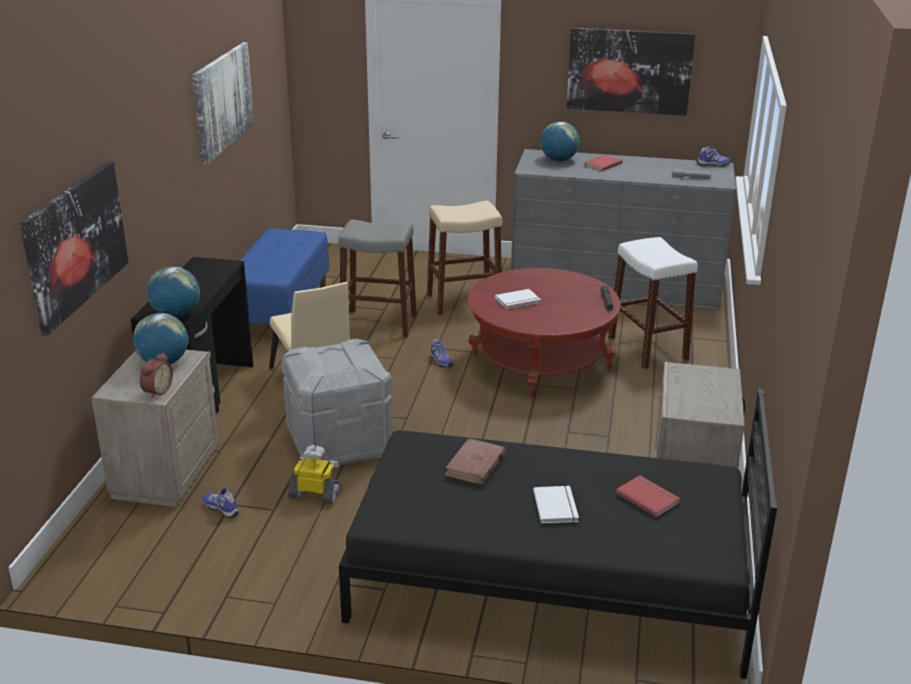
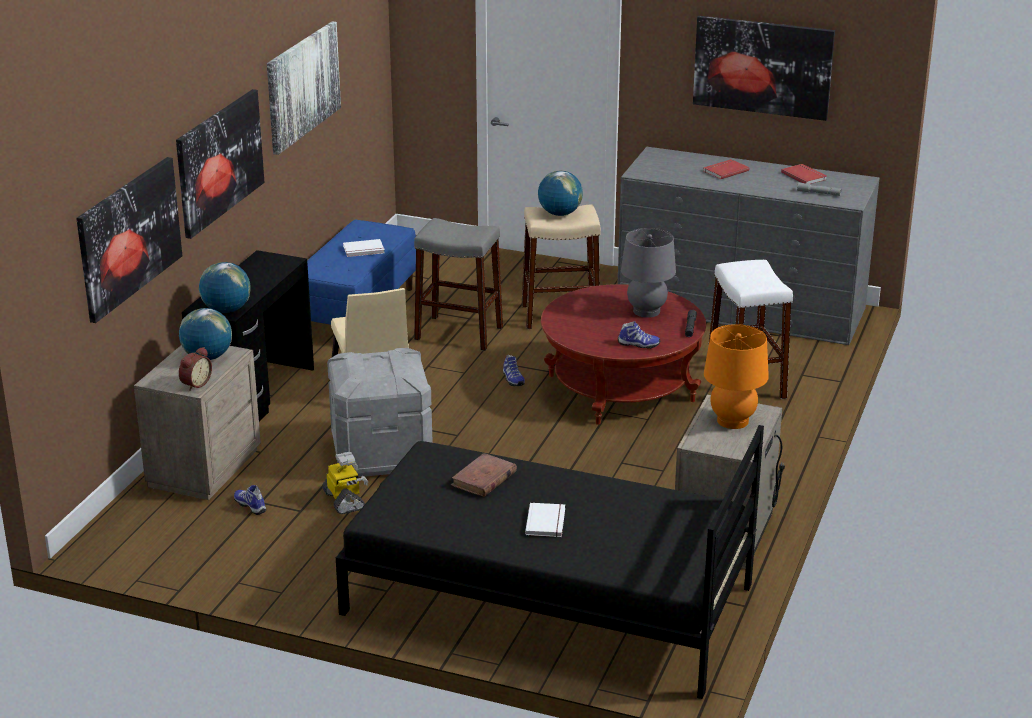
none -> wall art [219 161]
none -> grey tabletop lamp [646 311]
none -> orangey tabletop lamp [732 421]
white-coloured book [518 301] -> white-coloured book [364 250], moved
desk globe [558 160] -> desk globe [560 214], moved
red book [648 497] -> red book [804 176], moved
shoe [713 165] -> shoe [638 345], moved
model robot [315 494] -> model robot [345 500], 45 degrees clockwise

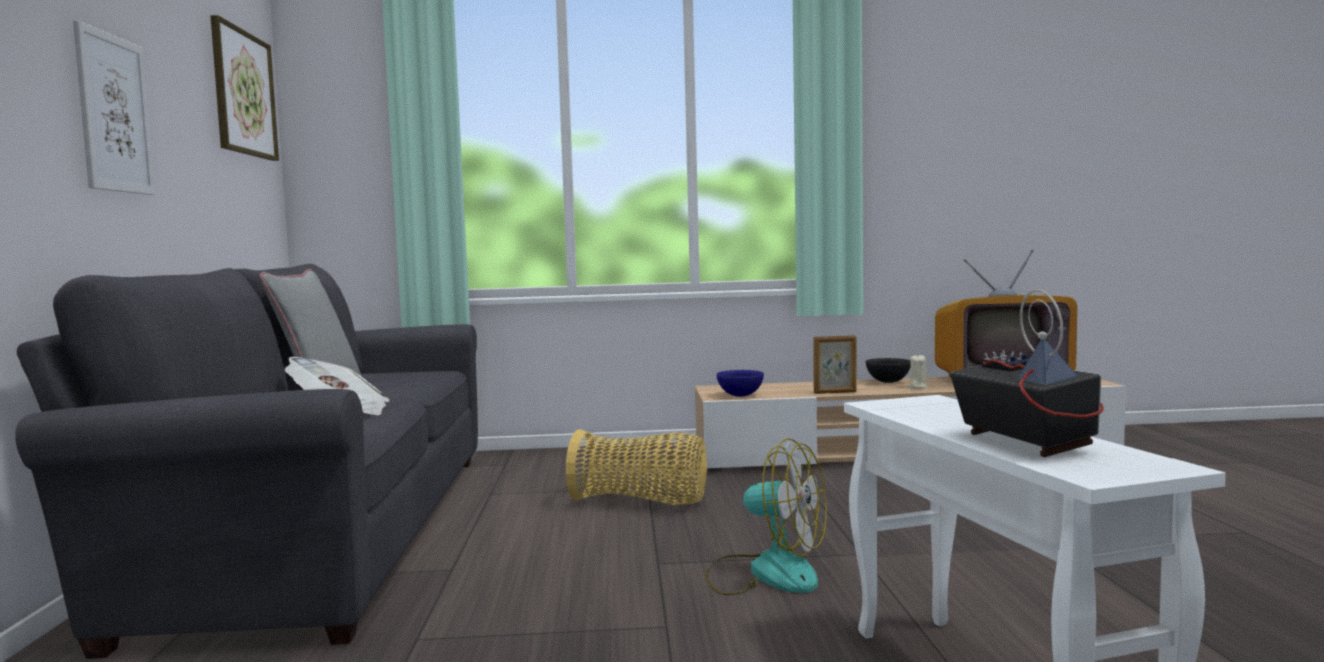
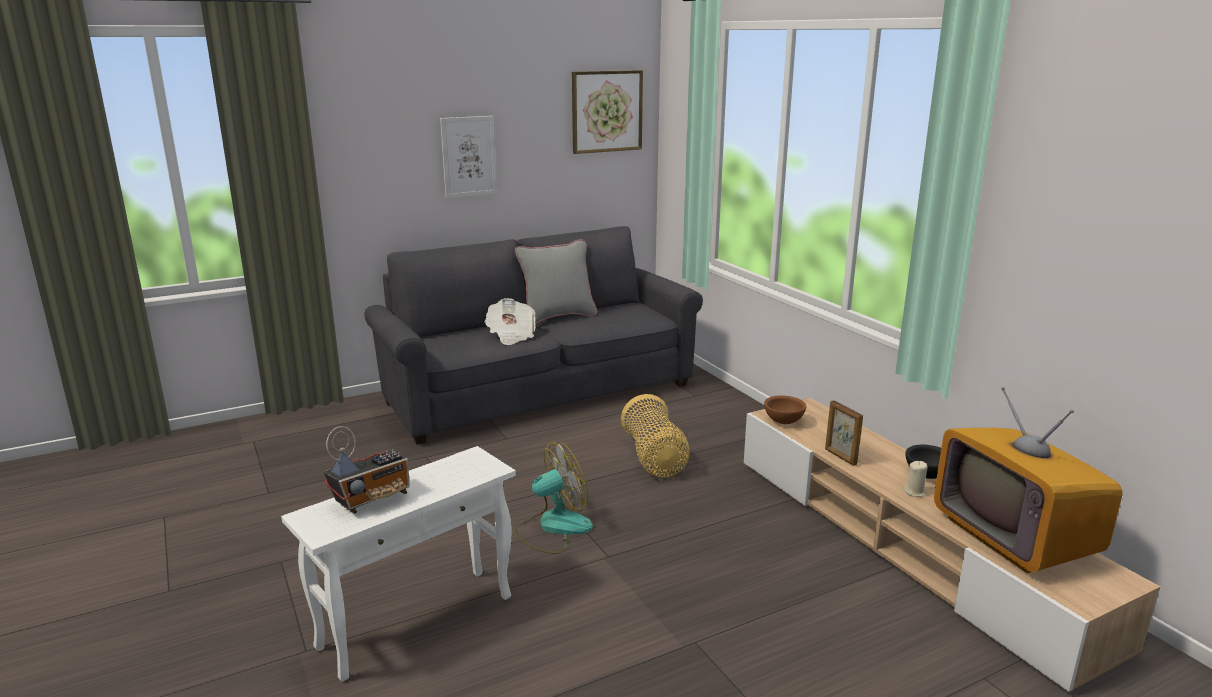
blue-coloured bowl [741 395] -> brown-coloured bowl [783 422]
cooling fan [766 573] -> cooling fan [553 528], 120 degrees counterclockwise

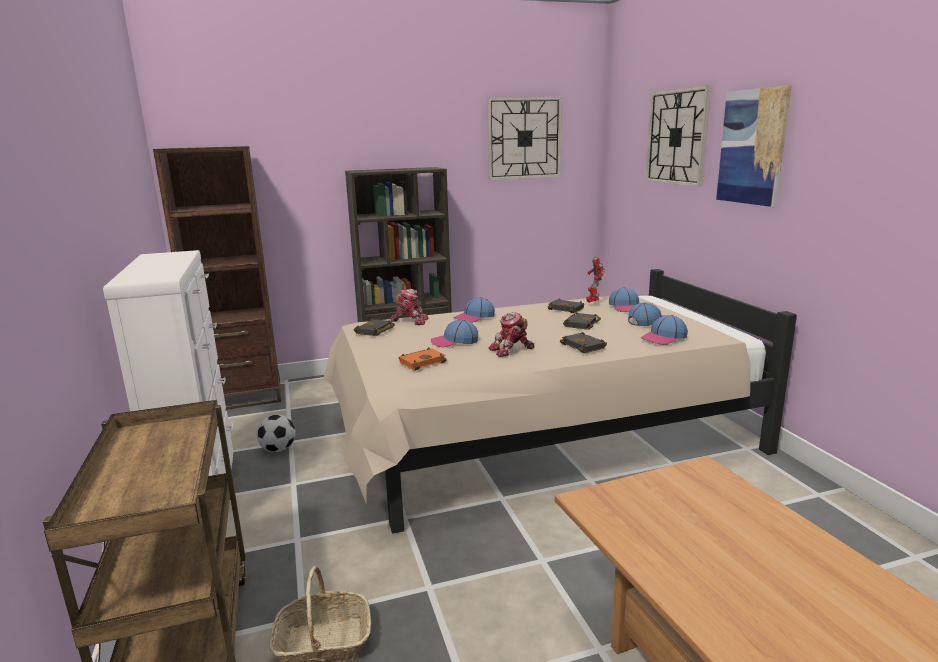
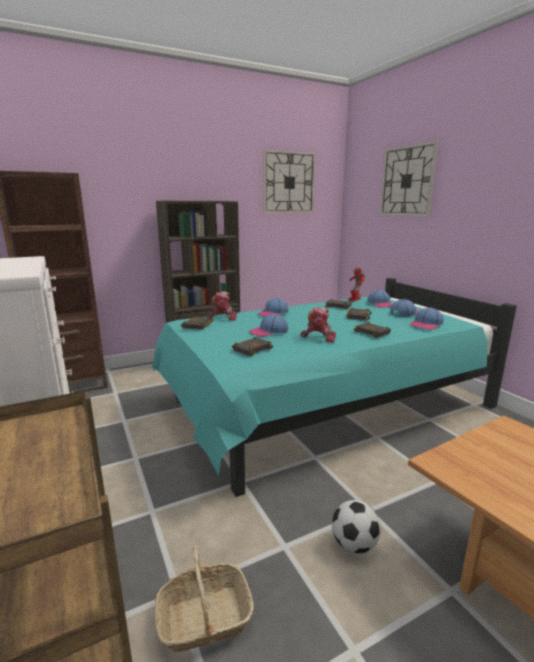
wall art [752 147] -> none
football [278 449] -> football [354 545], moved
beige bed [537 438] -> turquoise-coloured bed [323 406]
orangey book [422 362] -> black book [252 349]
model robot [511 350] -> model robot [319 337], 135 degrees counterclockwise

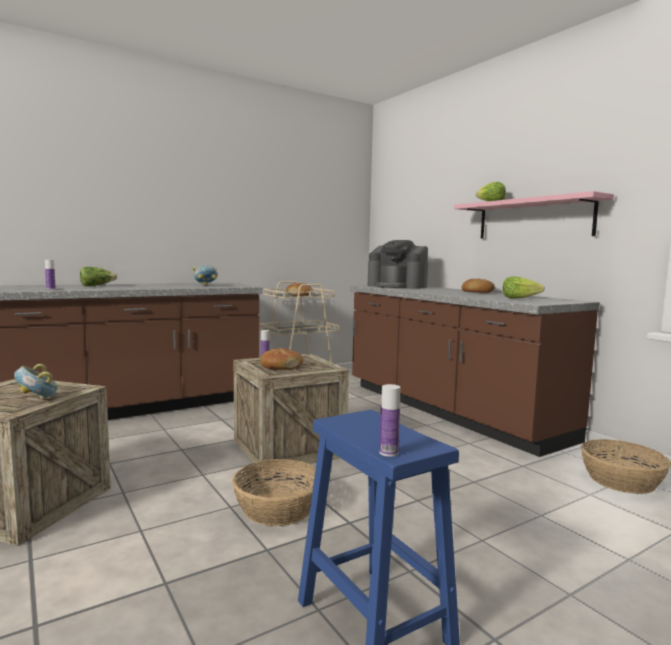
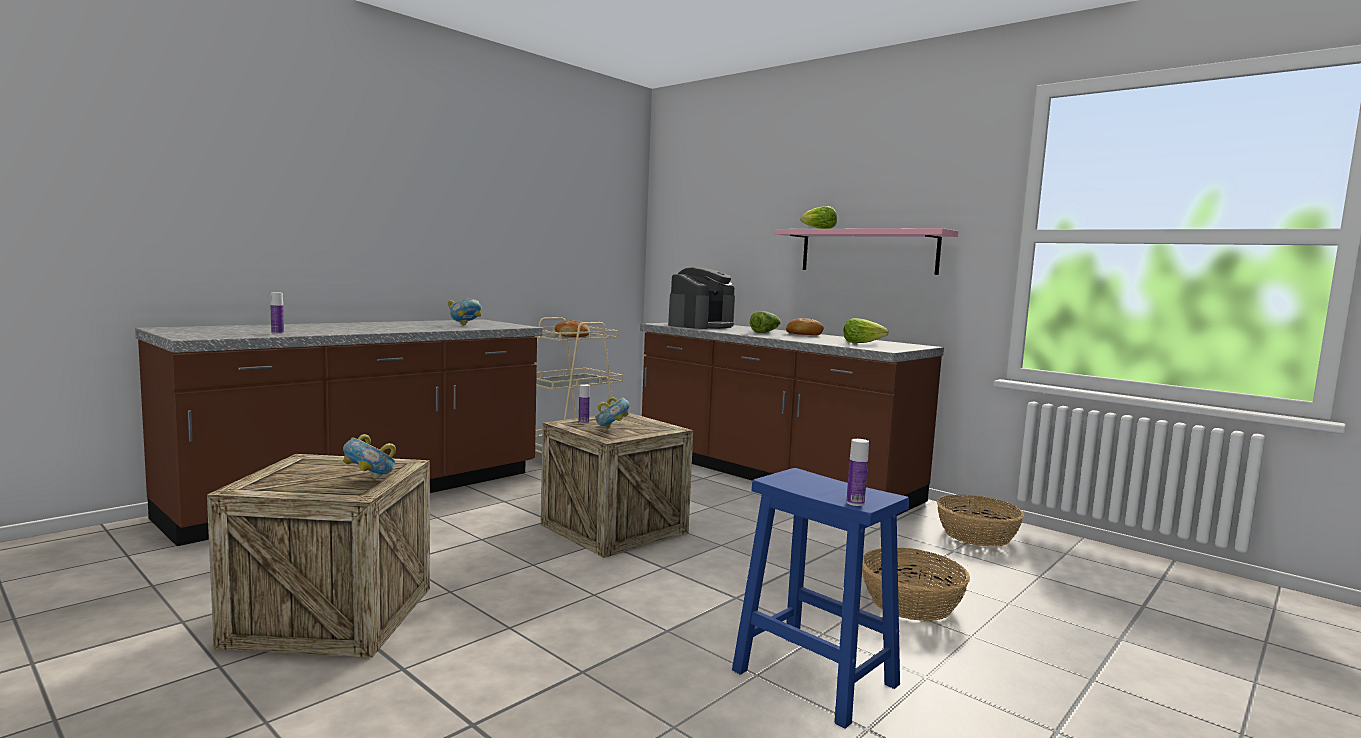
head of lettuce [97 286] -> head of lettuce [765 332], moved
storage basket [277 508] -> storage basket [910 603], moved
bakery bread [280 366] -> bowl [611 429]
coffee machine [398 286] -> coffee machine [701 326], 75 degrees counterclockwise

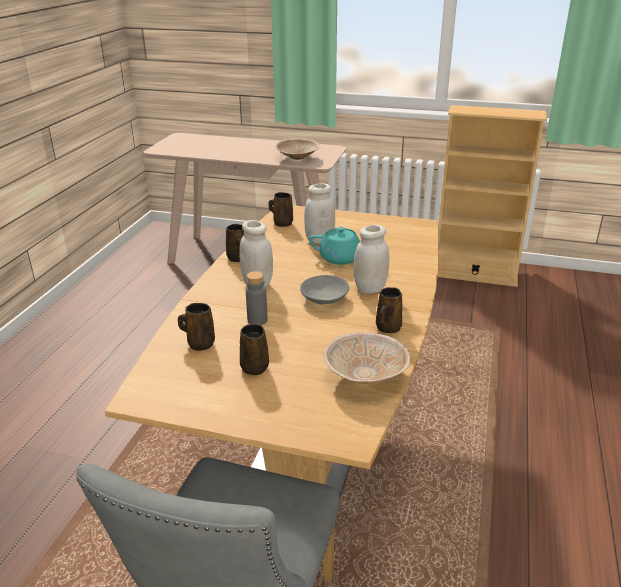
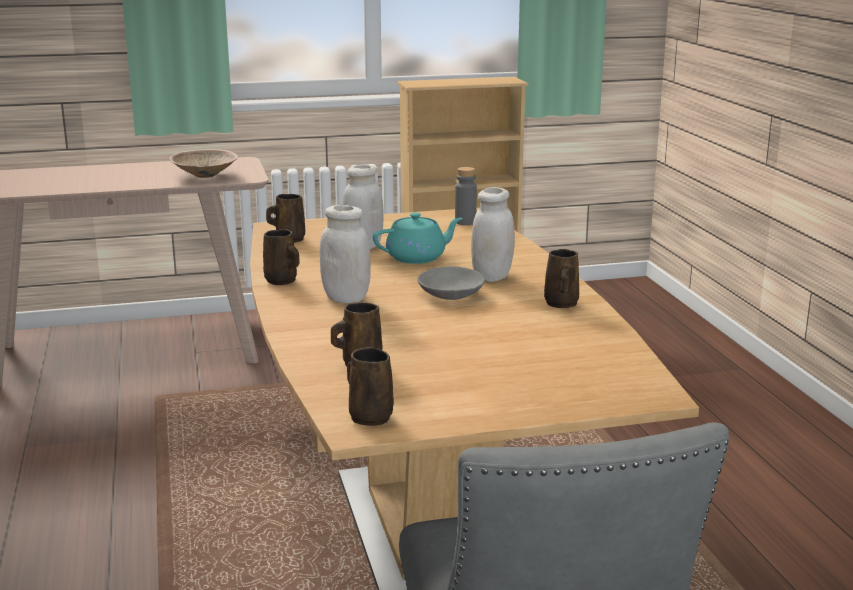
beige bowl [366 374] -> none
brown-coloured mug [254 366] -> brown-coloured mug [369 416], moved
grey beverage bottle [257 320] -> grey beverage bottle [465 222], moved

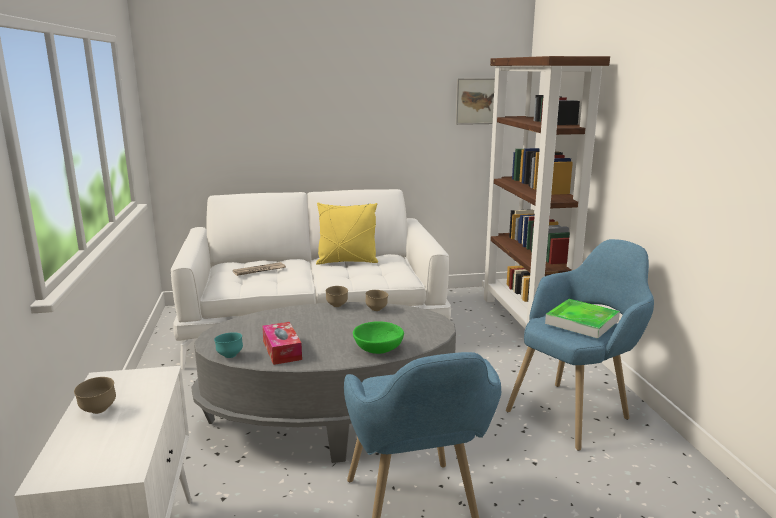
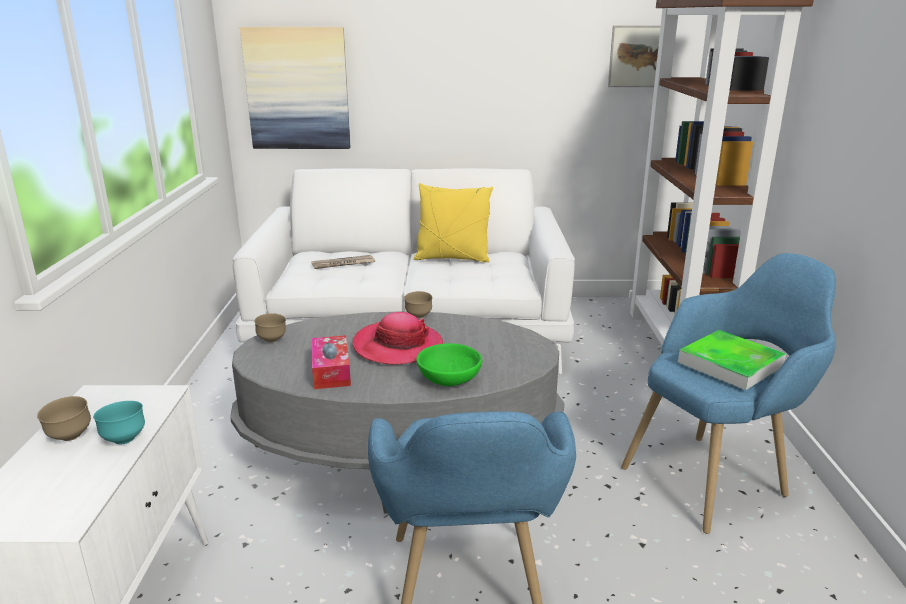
none -> wall art [297 89]
none -> wearable hat [398 346]
turquoise-coloured bowl [229 356] -> turquoise-coloured bowl [124 439], moved
brown-coloured bowl [376 309] -> brown-coloured bowl [272 340], moved

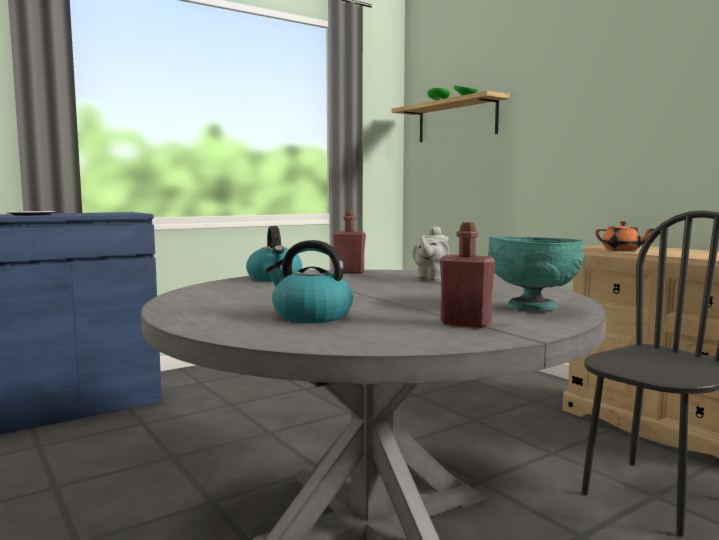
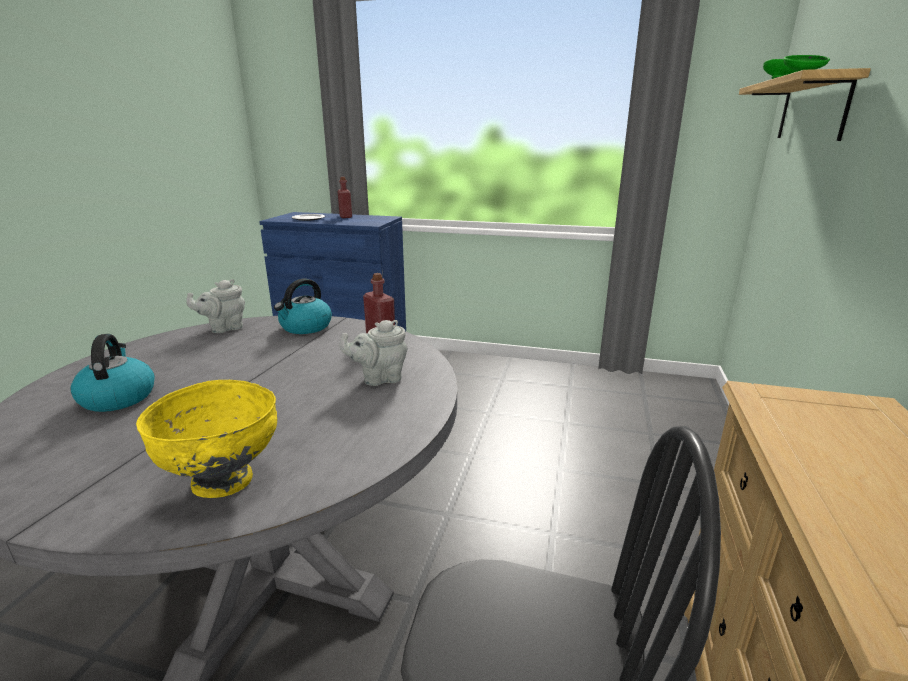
orangey pot for tea [622 250] -> none
none -> grey pot for tea [224 328]
red beverage bottle [465 323] -> red beverage bottle [345 216], moved
turquoise-coloured bowl [533 308] -> yellow bowl [223 481]

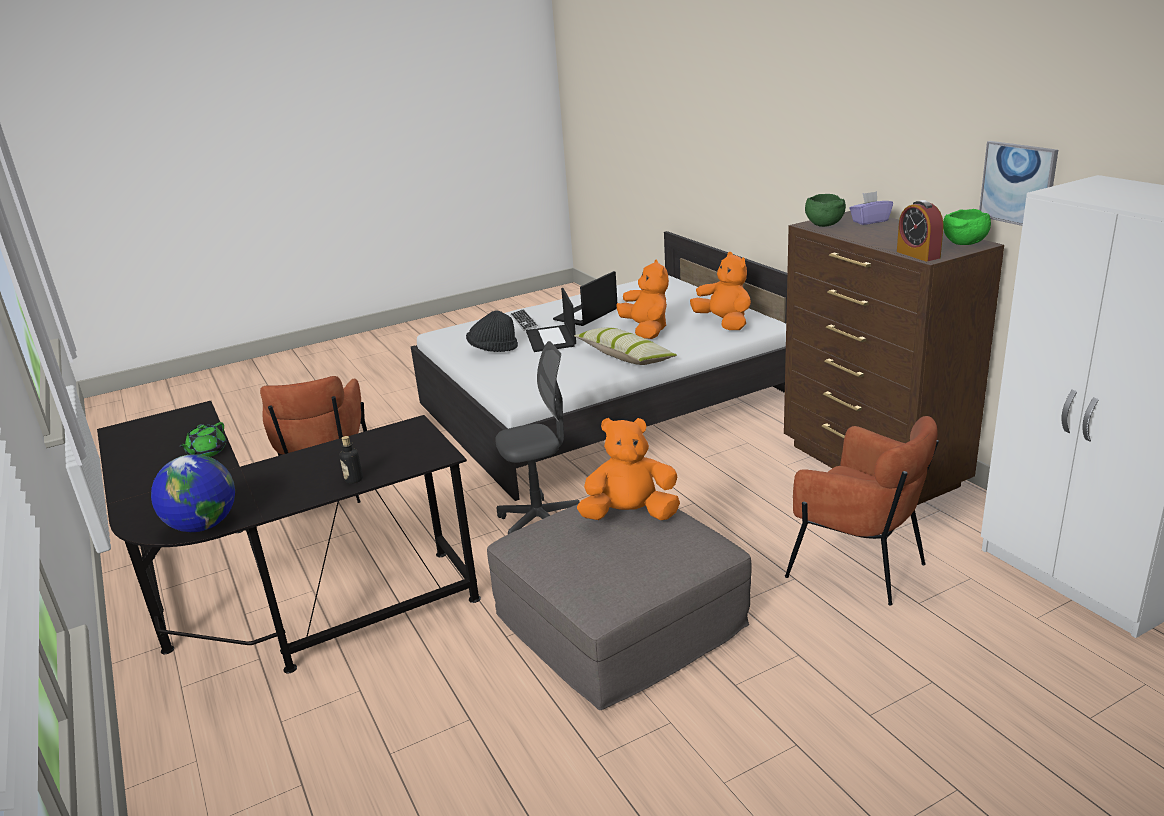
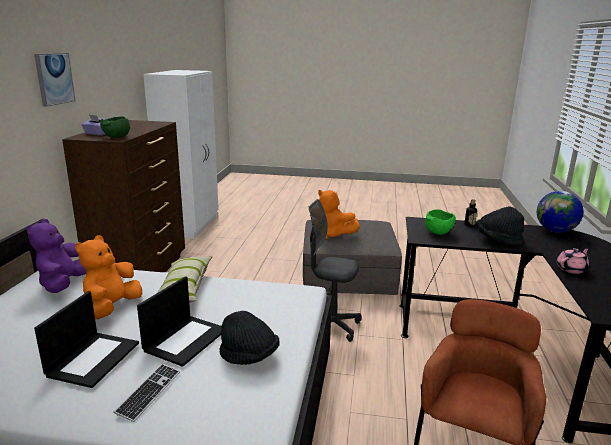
brown-coloured armchair [858 567] -> none
bedside clock [918 254] -> none
none -> black wearable hat [497 240]
green bowl [964 244] -> green bowl [438 233], moved
wall art [1018 184] -> wall art [54 79], moved
green pot for tea [207 452] -> pink-coloured pot for tea [571 269]
orangey plush toy [724 323] -> purple-coloured plush toy [63 285]
portable computer [586 315] -> portable computer [93 358], 60 degrees counterclockwise

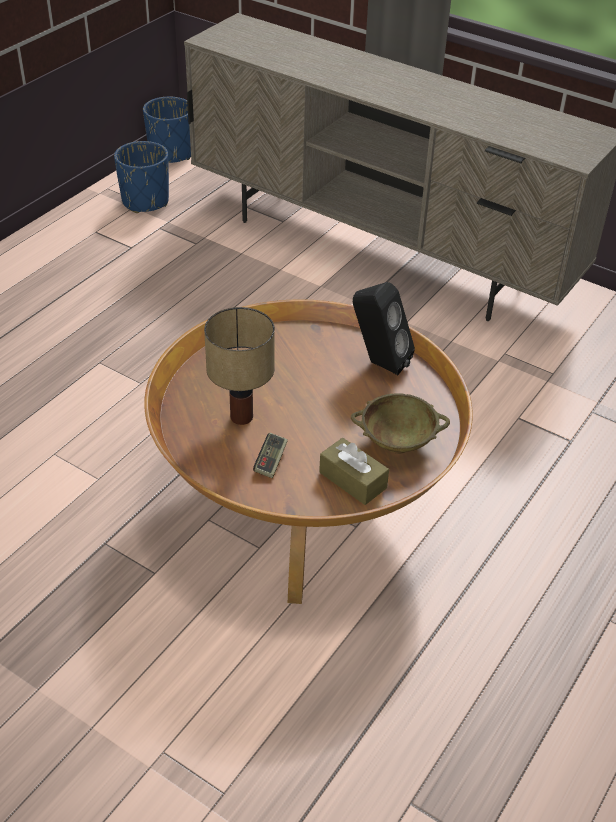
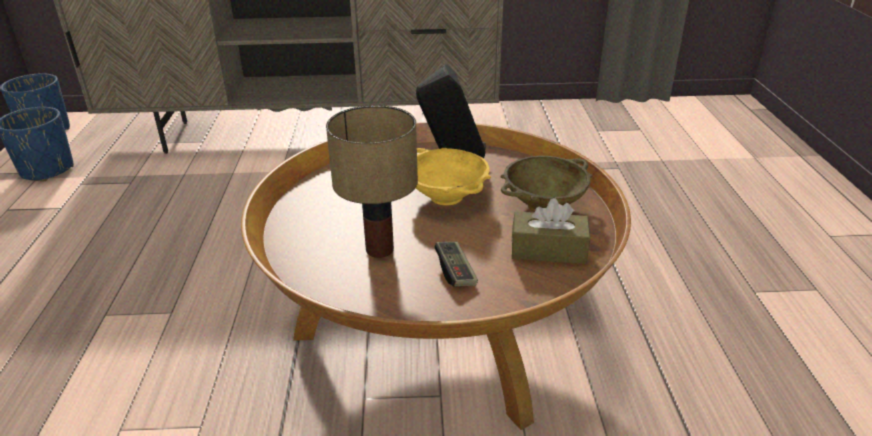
none -> yellow bowl [446 197]

